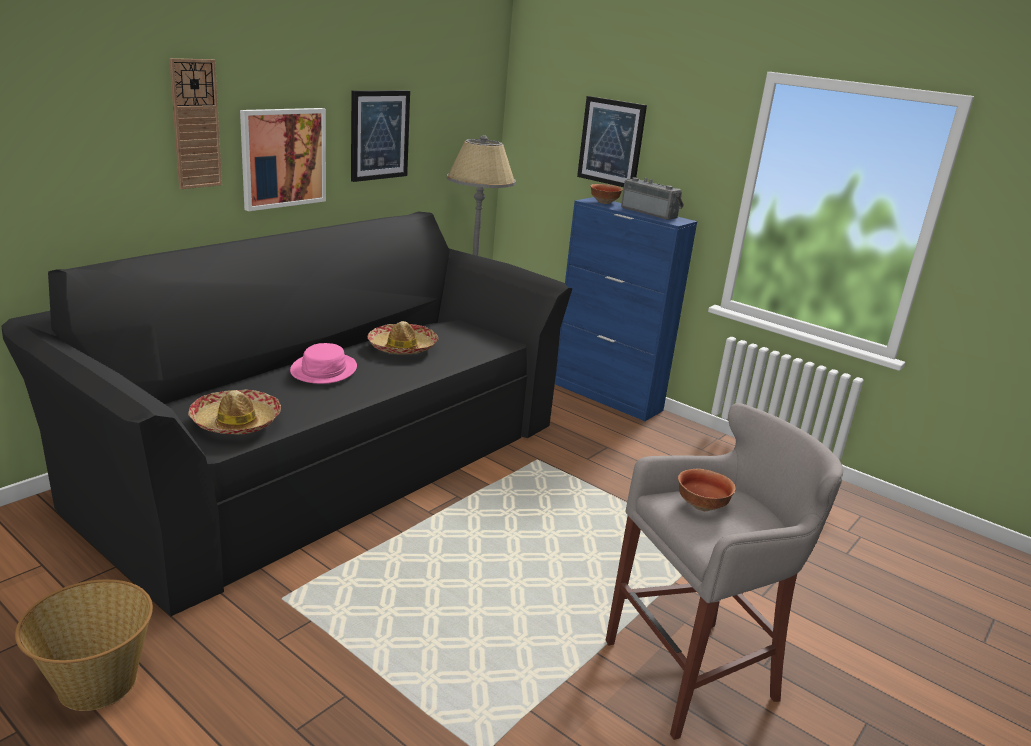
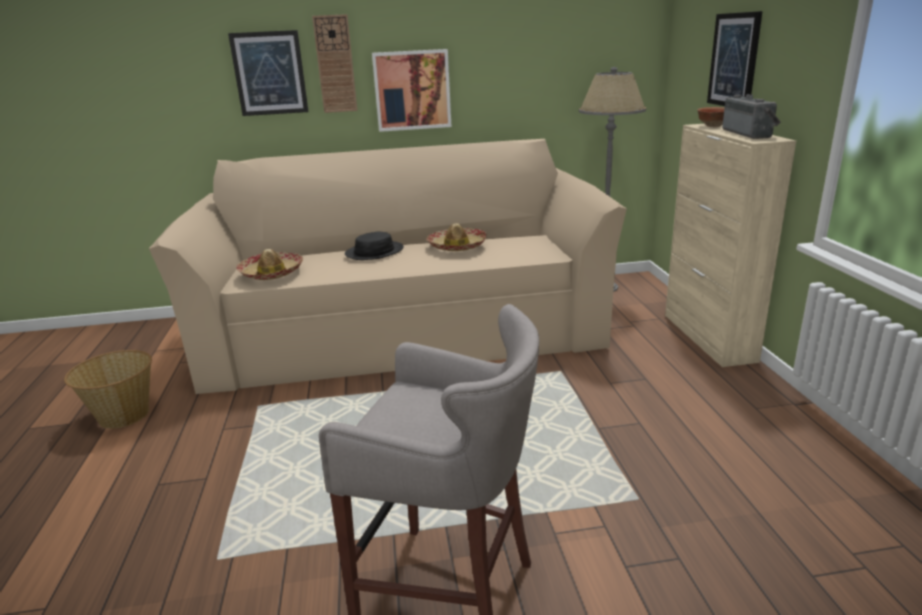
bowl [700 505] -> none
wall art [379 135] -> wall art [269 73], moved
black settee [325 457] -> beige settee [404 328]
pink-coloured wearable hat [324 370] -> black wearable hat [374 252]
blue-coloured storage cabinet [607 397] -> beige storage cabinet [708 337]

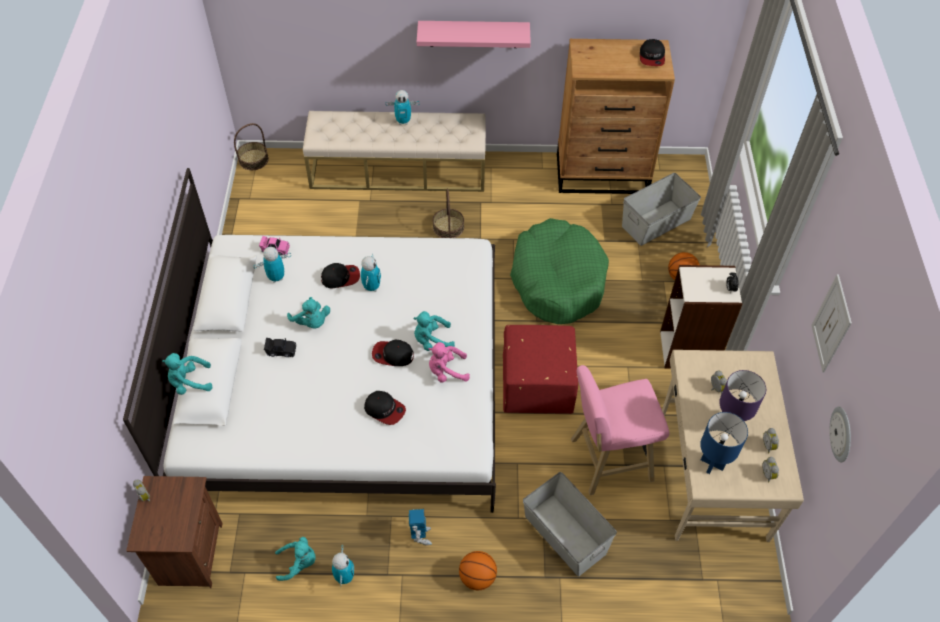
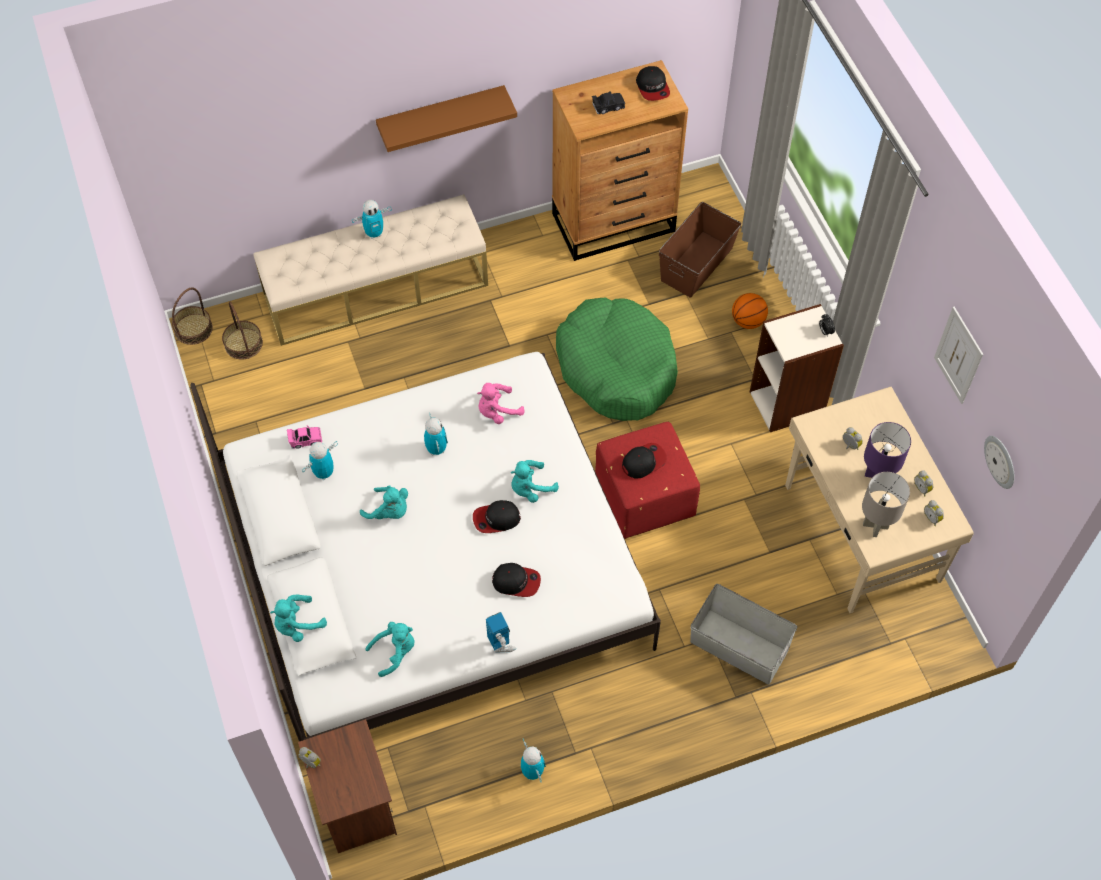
ball for basketball [477 577] -> none
pink-coloured sitting stool [607 460] -> none
black toy car [281 350] -> black toy car [608 106], moved
turquoise-coloured plush toy [299 563] -> turquoise-coloured plush toy [395 652], moved
baseball cap [340 277] -> baseball cap [644 461], moved
model robot [421 536] -> model robot [501 645], moved
pink-coloured plush toy [446 371] -> pink-coloured plush toy [497 411], moved
storage basket [448 227] -> storage basket [243 343], moved
pink-coloured wall shelf [473 34] -> brown-coloured wall shelf [441 115]
grey storage bin [656 222] -> brown-coloured storage bin [697 264]
blue-coloured tabletop lamp [712 463] -> grey tabletop lamp [875 525]

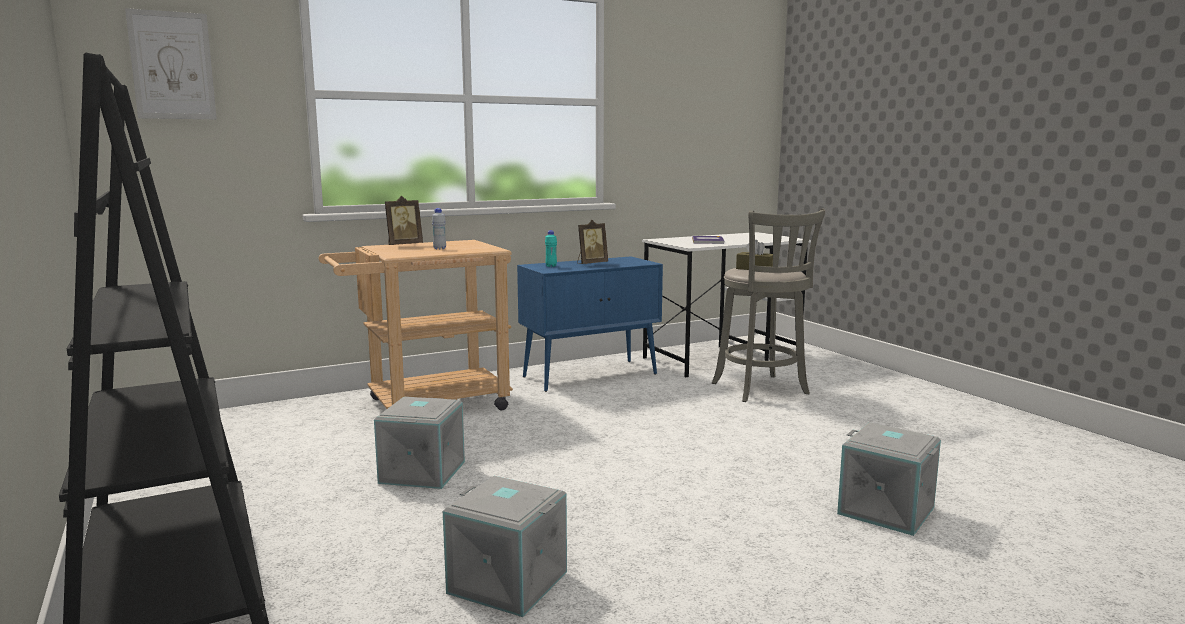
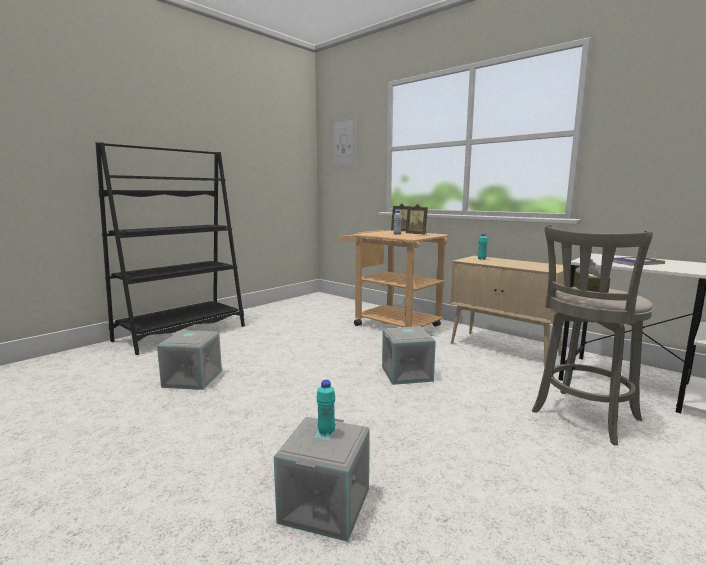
none -> turquoise-coloured beverage bottle [326 431]
grey storage bin [421 472] -> grey storage bin [407 373], moved
standing frame [591 263] -> standing frame [417 234], moved
blue-coloured storage cabinet [591 375] -> beige storage cabinet [505 349]

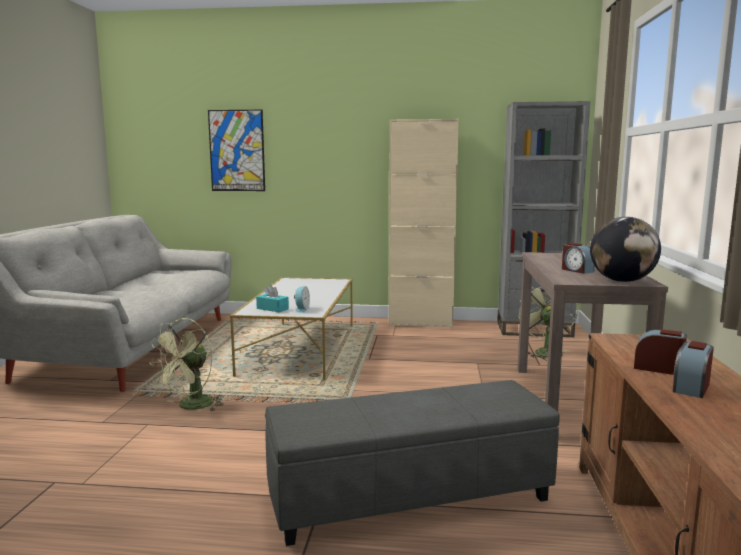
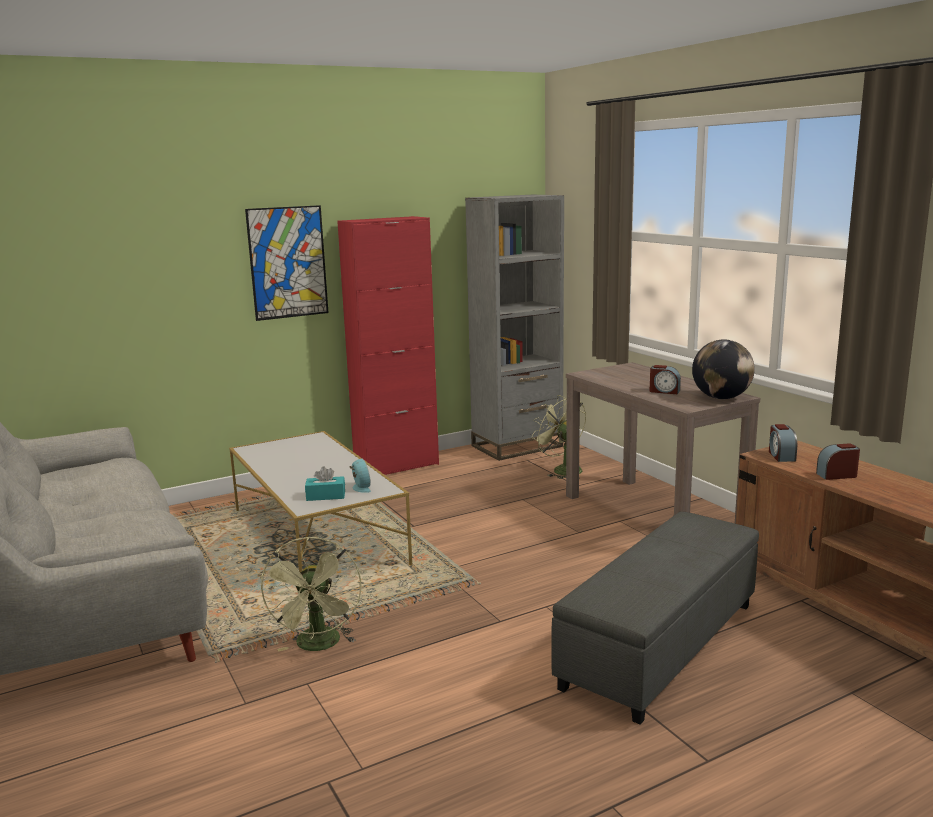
wall art [237 150] -> wall art [288 262], moved
bedside clock [691 387] -> bedside clock [781 456], moved
beige storage cabinet [420 323] -> red storage cabinet [396 466]

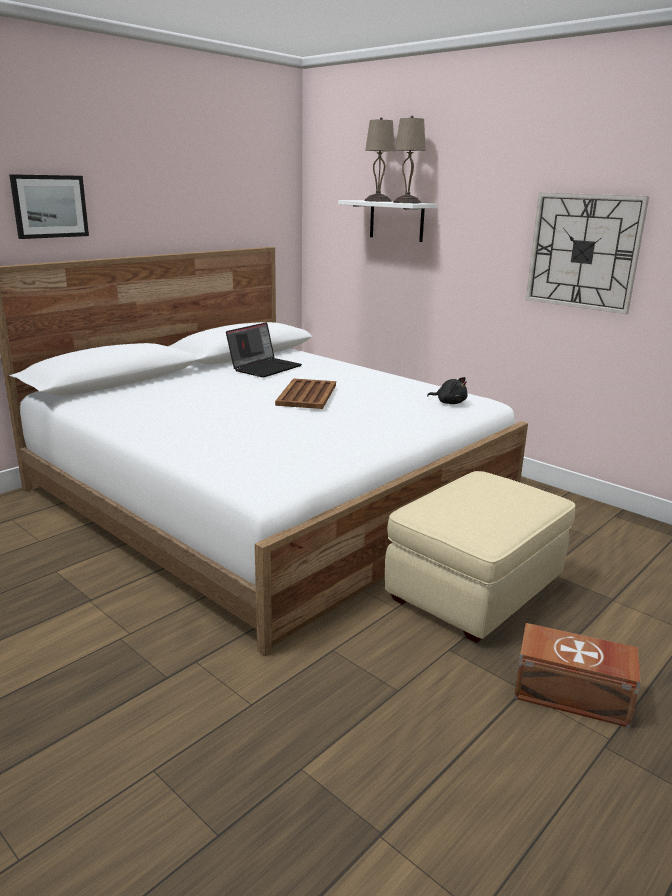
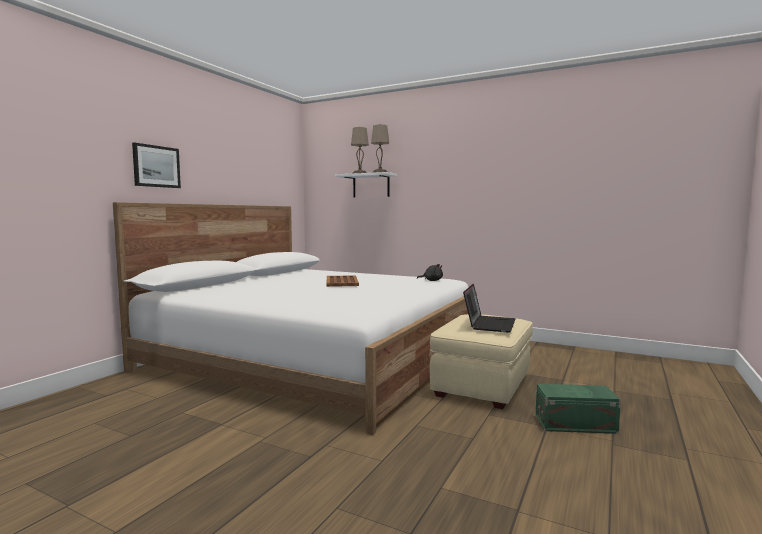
clock on the wall [583 251] -> none
portable computer [265 367] -> portable computer [489 324], moved
brown-coloured storage bin [573 696] -> green storage bin [576 424]

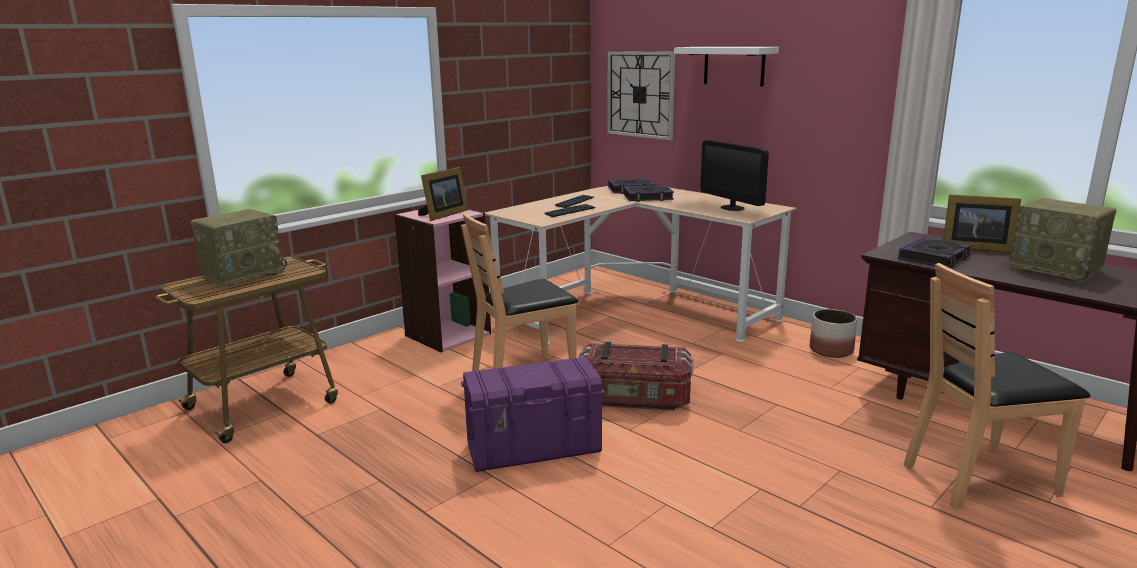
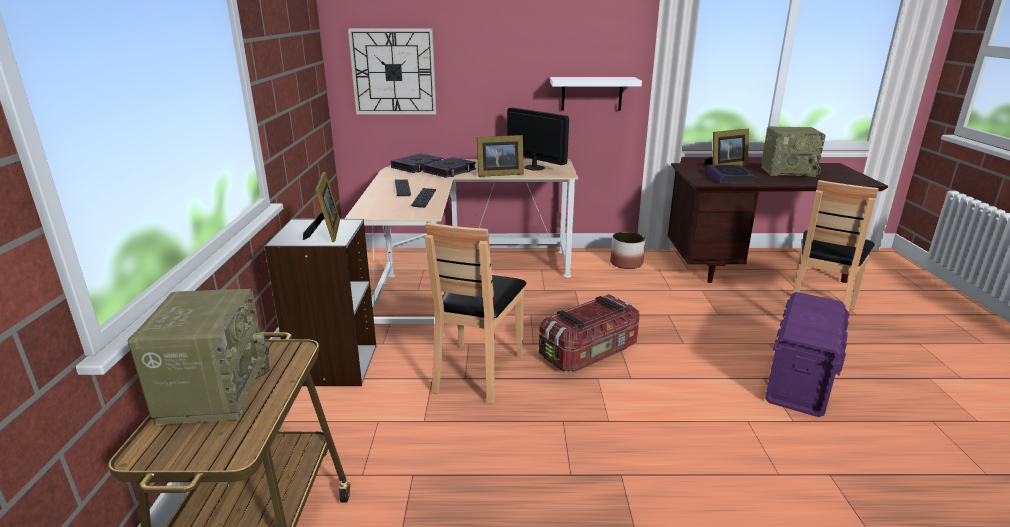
none -> standing frame [498 174]
purple-coloured storage bin [534 449] -> purple-coloured storage bin [799 380], moved
white-coloured wall shelf [734 66] -> white-coloured wall shelf [591 93], moved
pink-coloured bookcase [447 334] -> grey bookcase [333 365]
monitor [732 208] -> monitor [534 167], 150 degrees counterclockwise

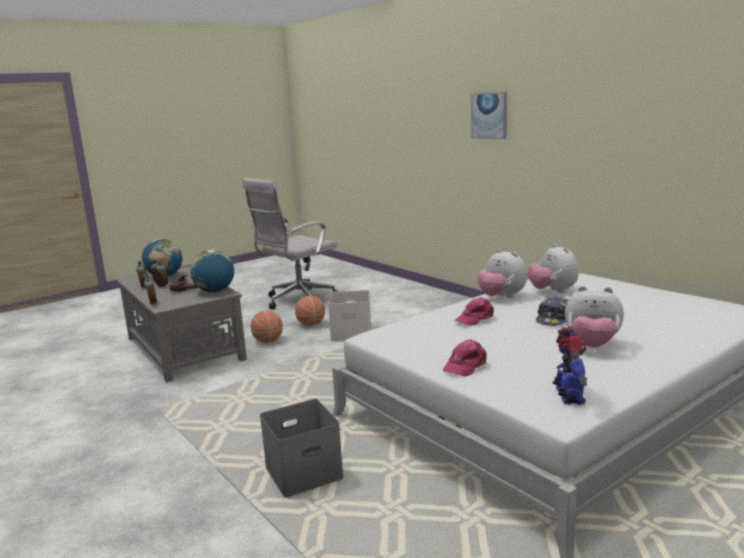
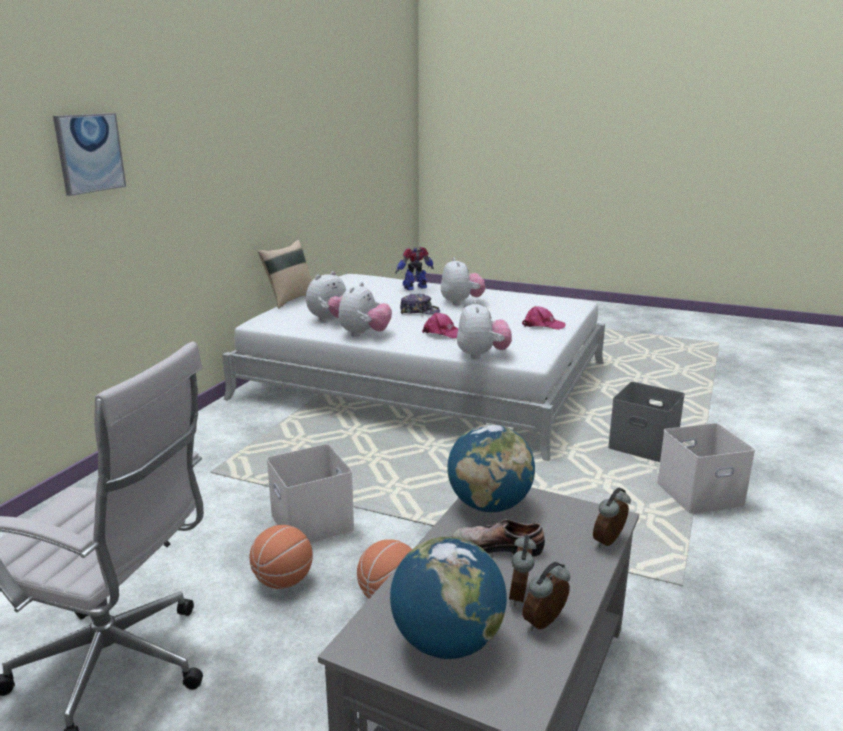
none -> beige pillow [289 299]
none -> plush toy [482 355]
none -> white-coloured storage bin [700 494]
model robot [569 396] -> model robot [416 288], moved

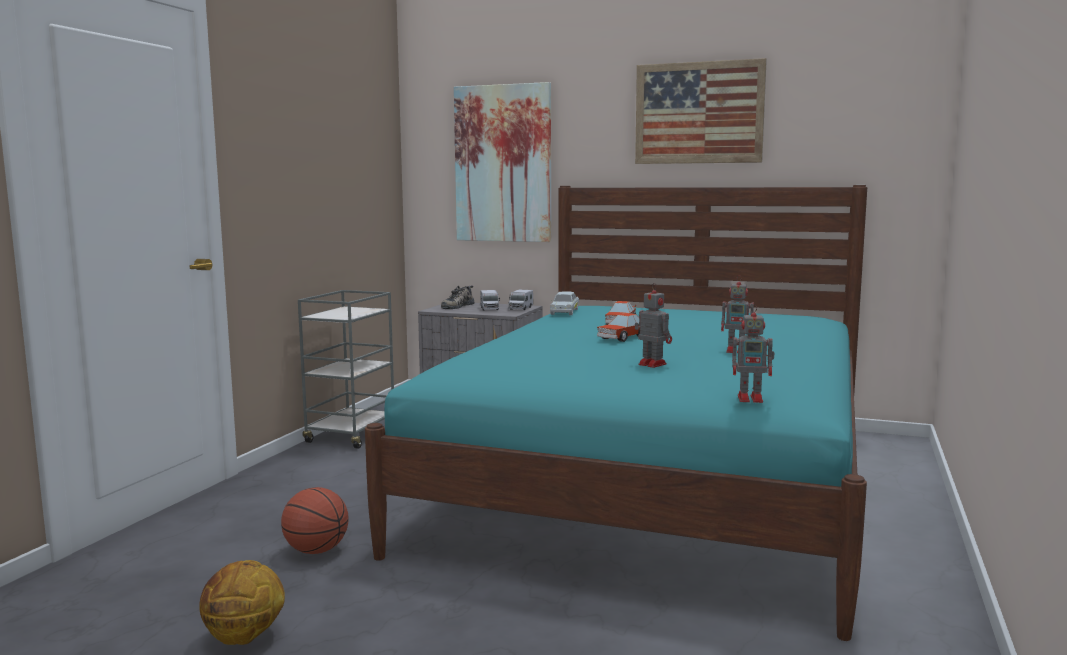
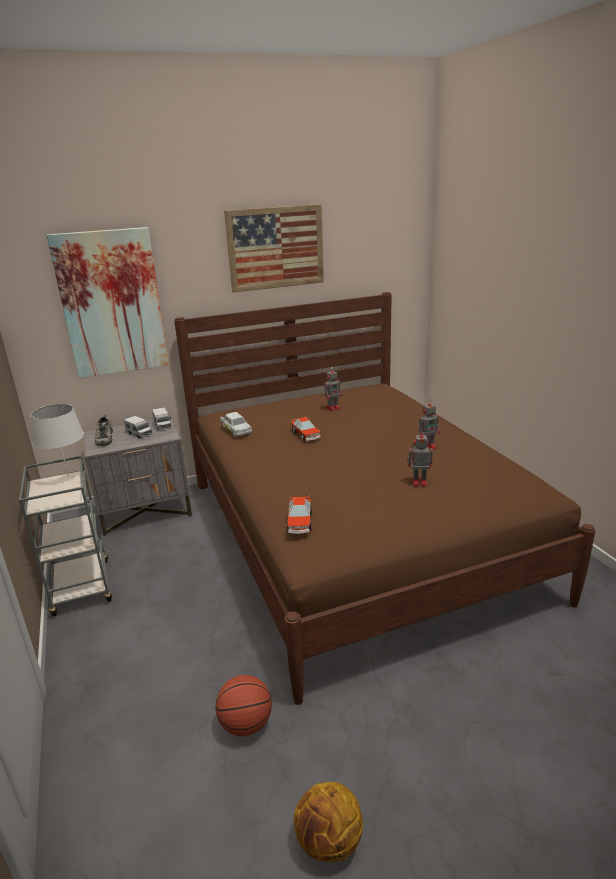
none -> white-coloured tabletop lamp [69 476]
toy car [622 338] -> toy car [299 522], moved
model robot [751 399] -> model robot [333 408], moved
turquoise-coloured bed [657 484] -> brown-coloured bed [355 535]

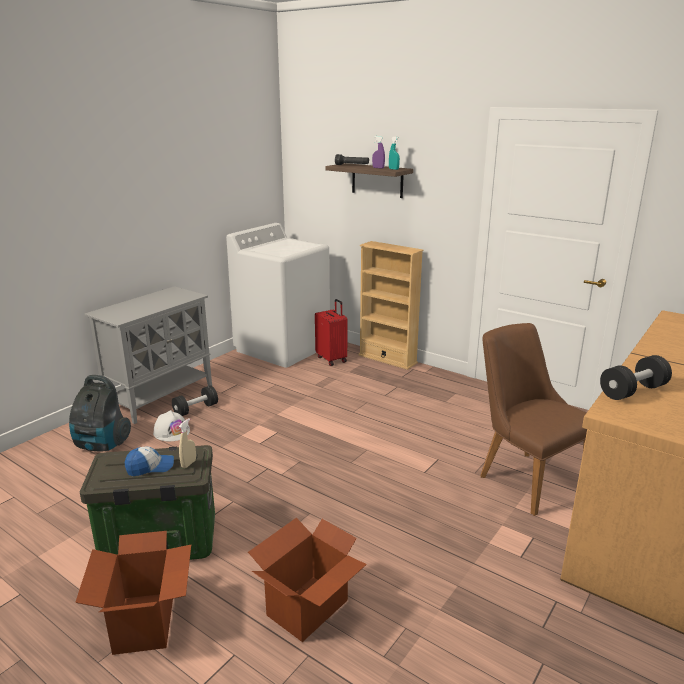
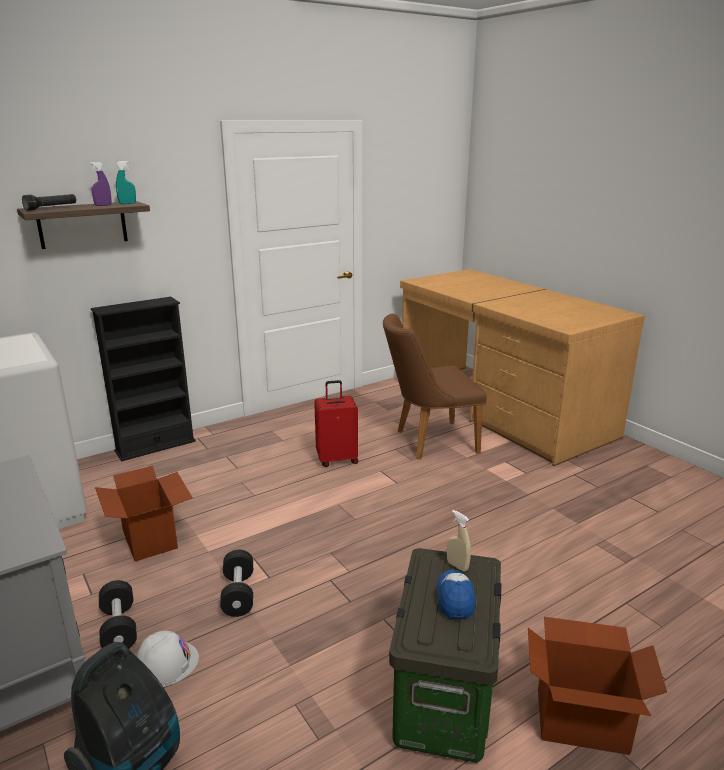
carton [308 608] -> carton [150 539], moved
red travel case [332 359] -> red travel case [337 459], moved
black free weight [633 391] -> black free weight [238 594], moved
beige bookcase [387 359] -> black bookcase [155 446]

